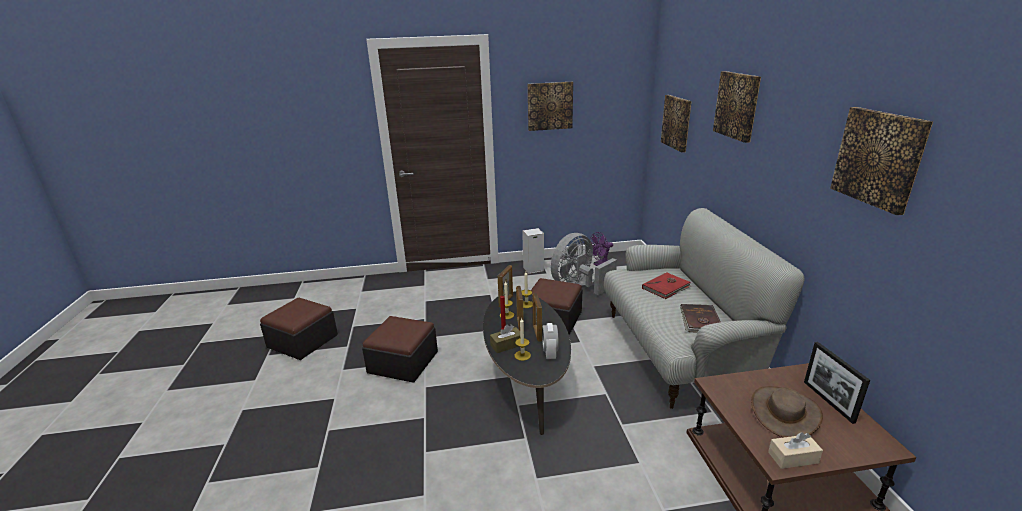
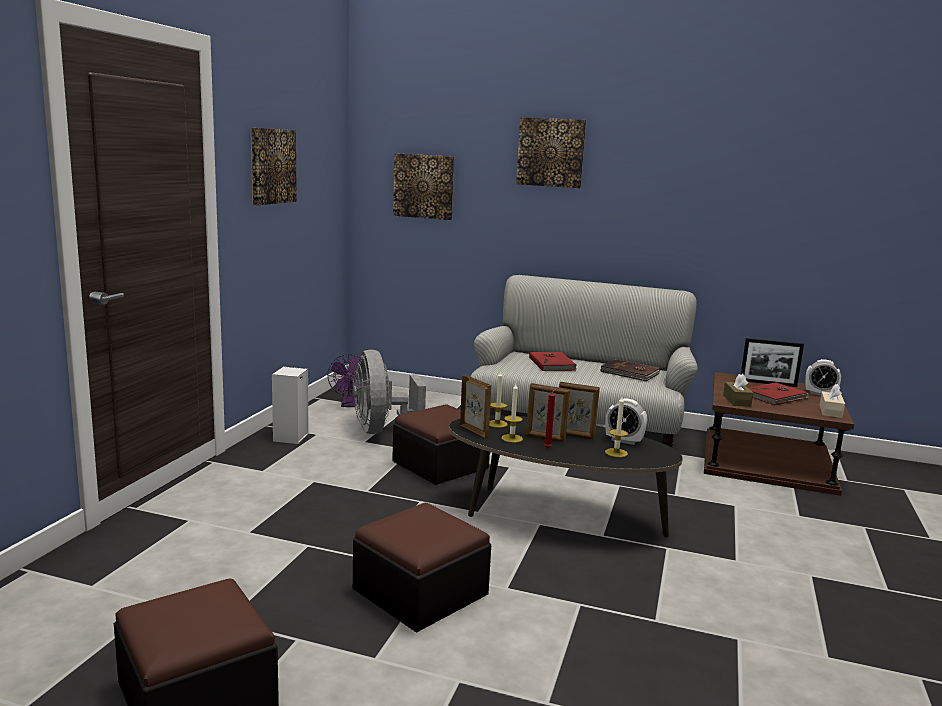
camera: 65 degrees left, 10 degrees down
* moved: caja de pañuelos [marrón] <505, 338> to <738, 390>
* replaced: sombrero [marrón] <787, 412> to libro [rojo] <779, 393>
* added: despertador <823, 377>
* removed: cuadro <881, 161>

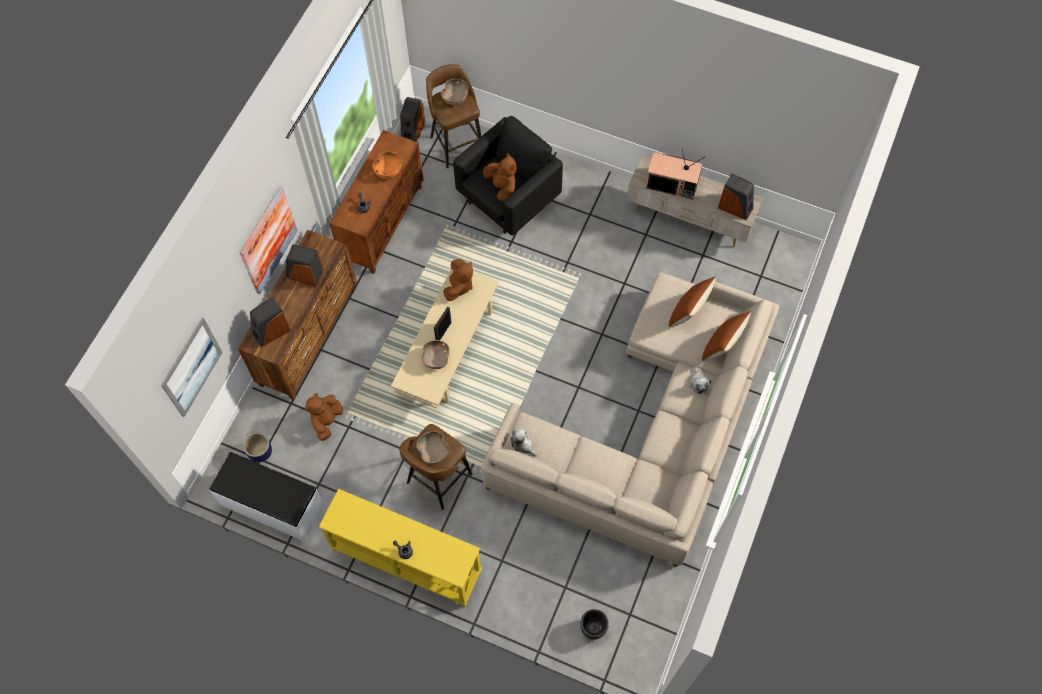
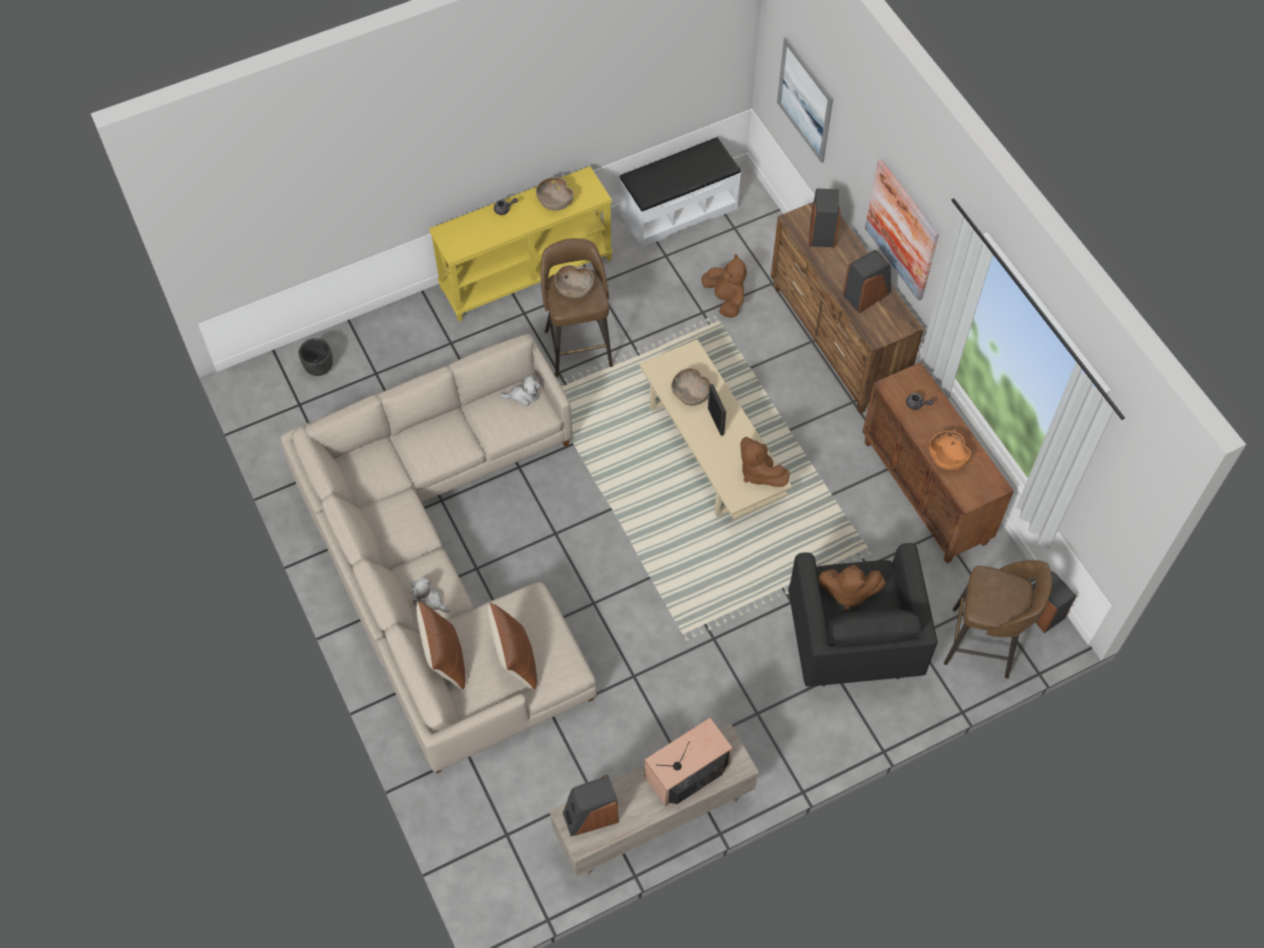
camera: 130 degrees right, 5 degrees down
* moved: cuenco [marrón] <455, 92> to <555, 194>
* removed: maceta <257, 447>

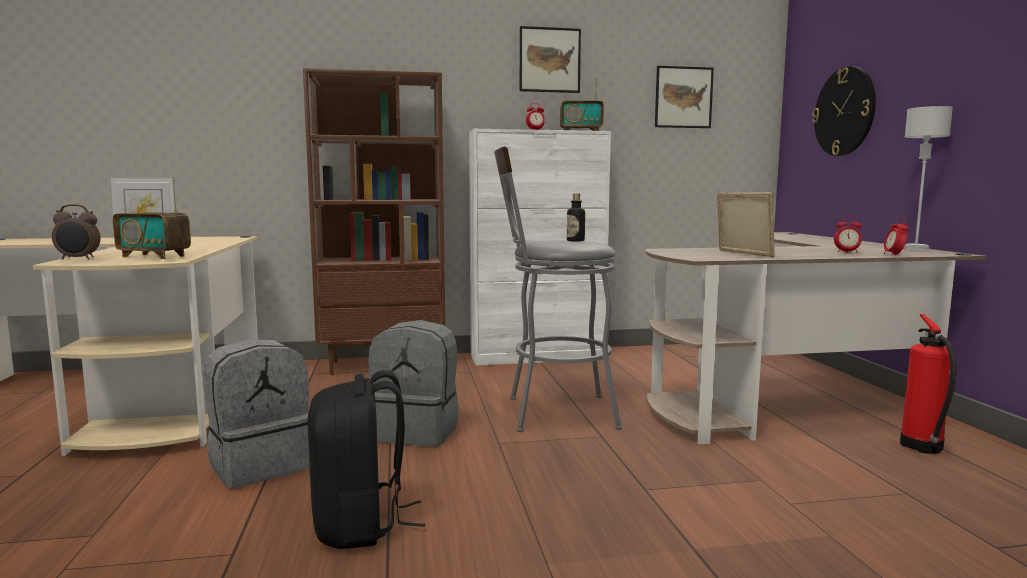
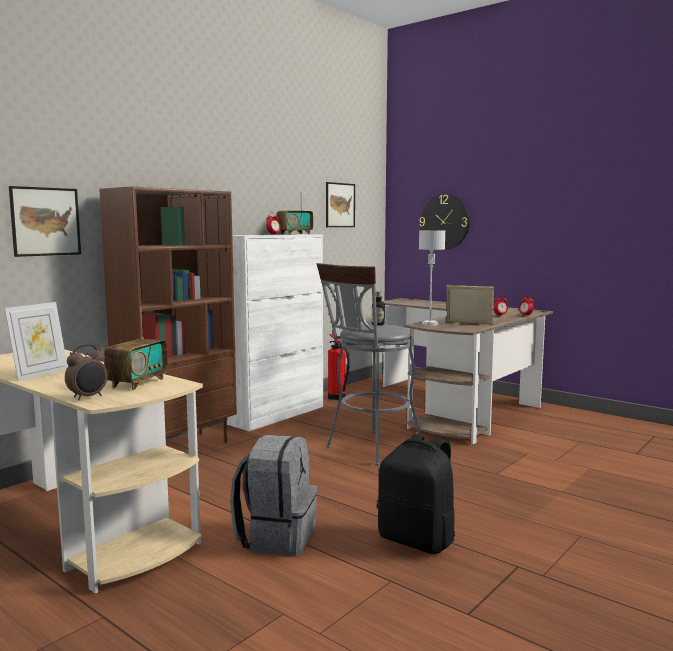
camera: 40 degrees left, 0 degrees up
* moved: cuadro <550, 59> to <45, 221>
* turned: radio <152, 218> = <136, 348> 45 degrees counterclockwise
* moved: extintor <928, 384> to <339, 367>
* moved: lámpara de mesa [gris] <928, 178> to <432, 278>
* removed: mochila [gris] <413, 383>

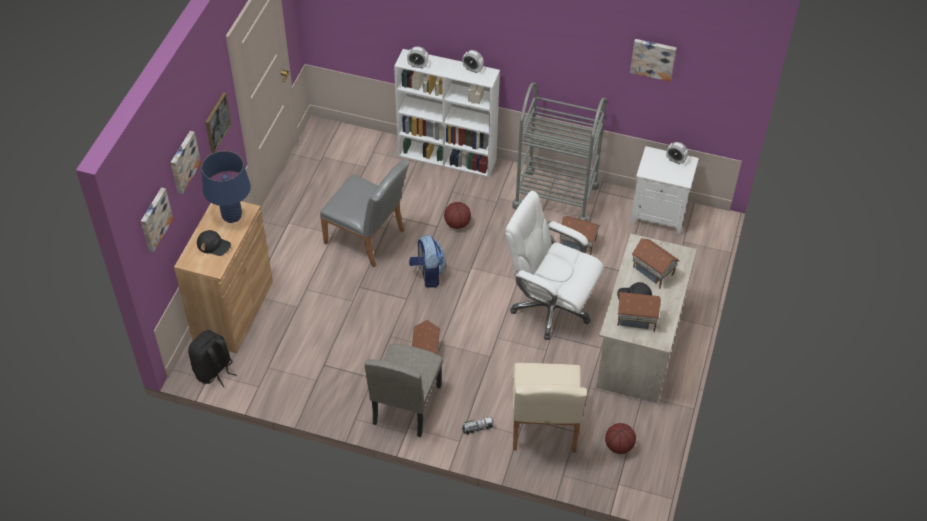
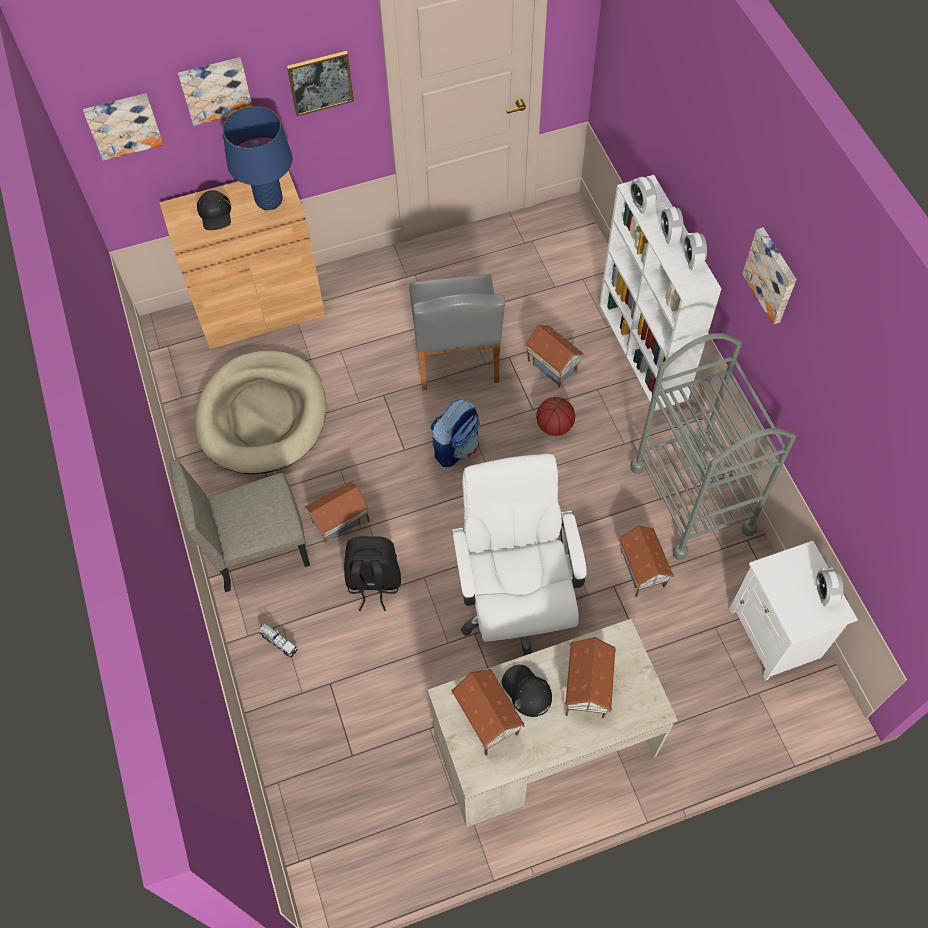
camera: 55 degrees right, 10 degrees up
* added: cama para perro [beis] <260, 412>
* moved: mochila [negro] <212, 358> to <372, 573>
* added: casita <554, 356>
* added: despertador <672, 225>
* moved: cuadro <653, 60> to <769, 276>
* removed: silla [beis] <550, 408>
* removed: balón de baloncesto <620, 438>

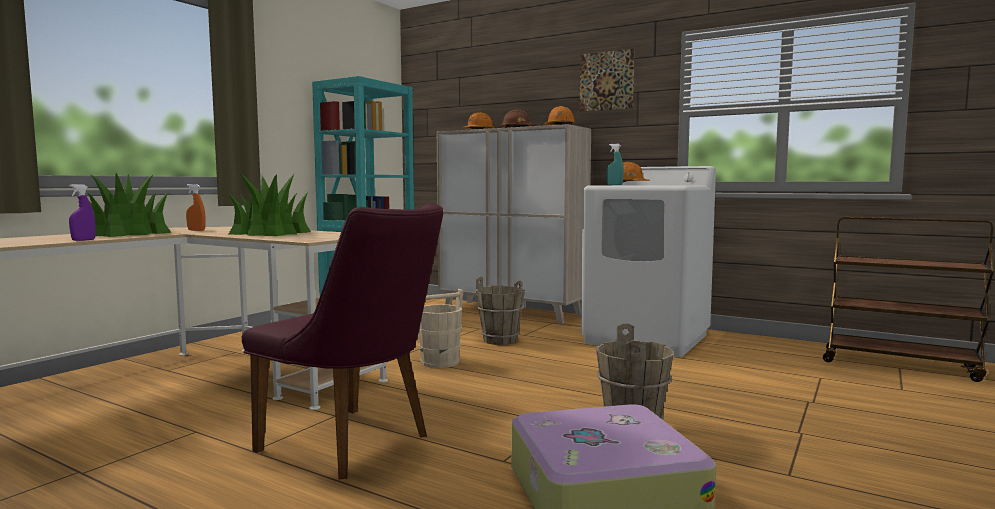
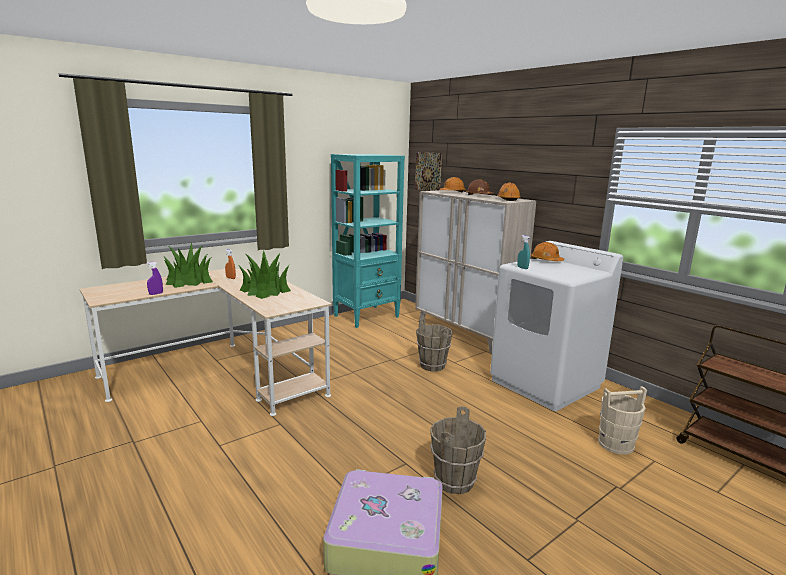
camera: 20 degrees right, 10 degrees up
* moved: cuadro <606, 80> to <428, 171>
* moved: cubo [beis] <441, 328> to <622, 420>
* removed: silla [morado] <342, 341>

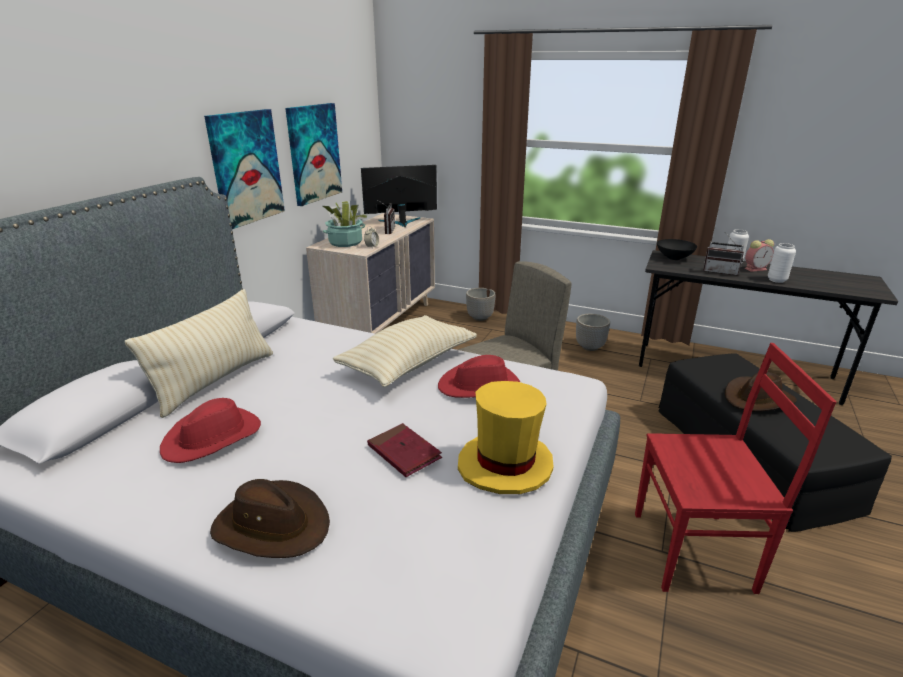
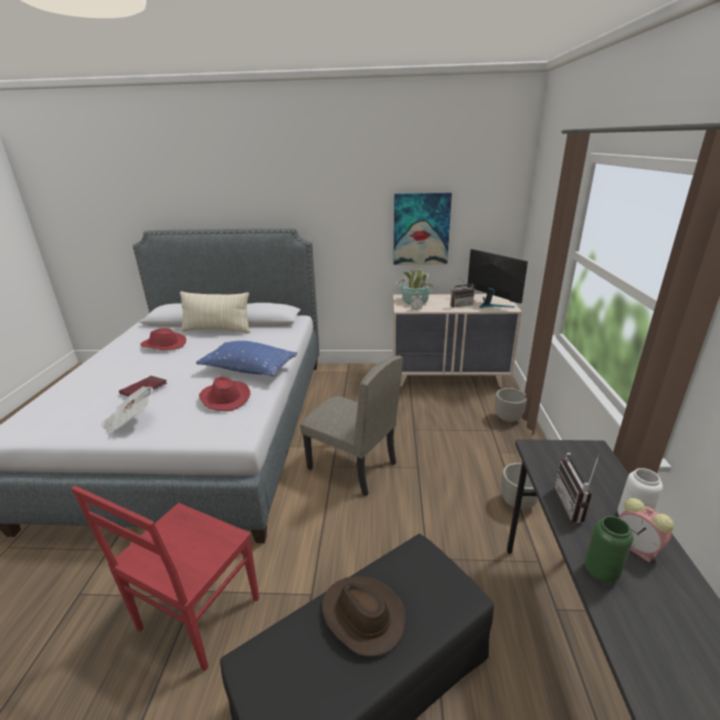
camera: 70 degrees right, 0 degrees up
* turned: silla [rojo] <735, 468> = <165, 578> 45 degrees clockwise
* replaced: sombrero [amarillo] <506, 437> to periódico <127, 410>
* recoloured: cojín [beis] <405, 351> to cojín [azul] <246, 359>
* recoloured: florero [blanco] <782, 263> to florero [verde] <609, 549>
* removed: cuadro <244, 169>
* removed: sombrero [marrón] <270, 518>
* removed: cuenco [negro] <677, 249>

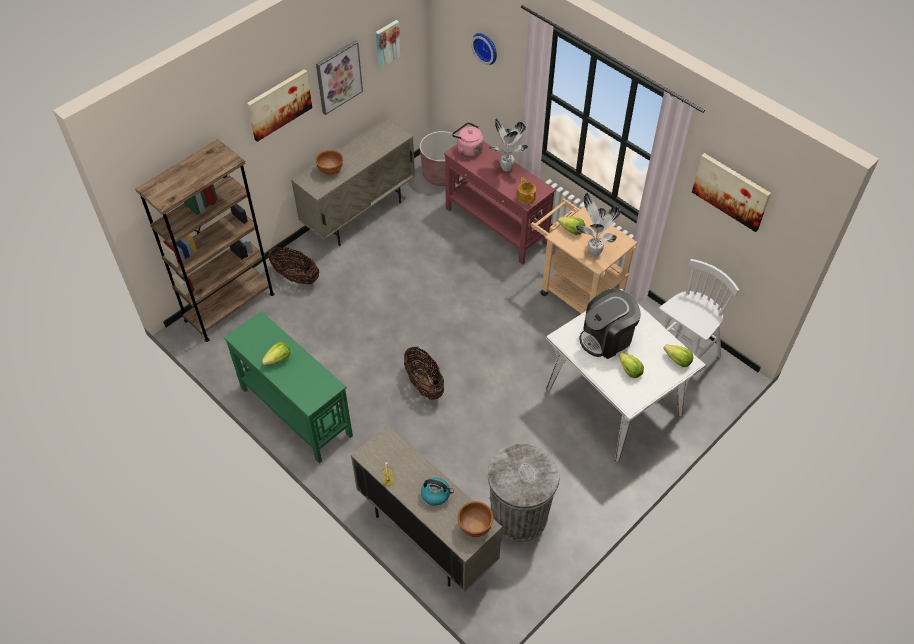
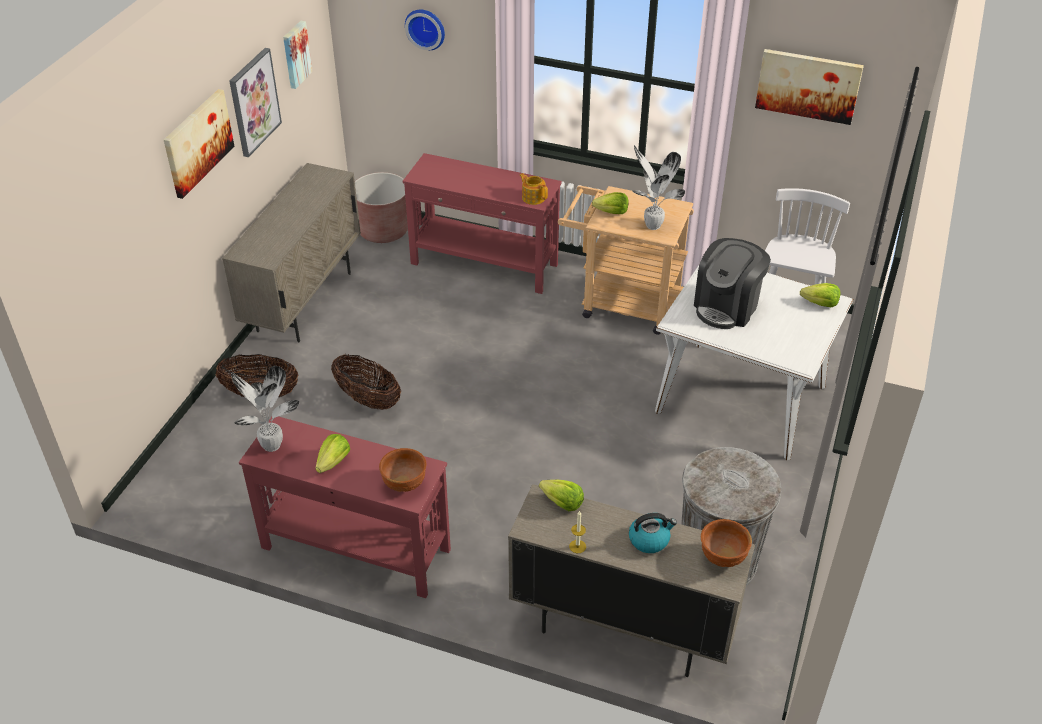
camera: 25 degrees left, 10 degrees down
* moved: planta en maceta <508, 144> to <265, 409>
* recoloured: mesa consola [verde] <288, 387> to mesa consola [rojo] <345, 507>
* moved: cesta <424, 373> to <366, 382>
* moved: cuenco [marrón] <329, 162> to <403, 470>
* moved: lechuga <631, 365> to <561, 495>
* removed: estantería [marrón] <204, 240>
* removed: hervidor [rosa] <467, 139>

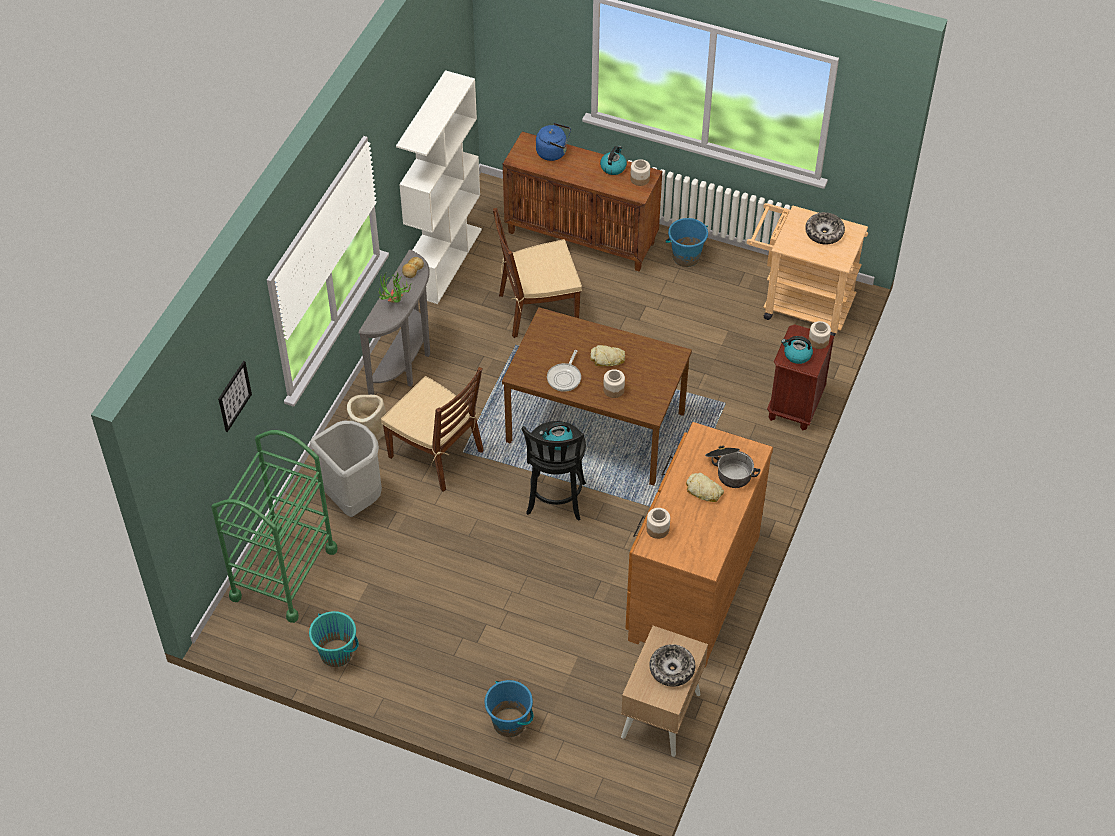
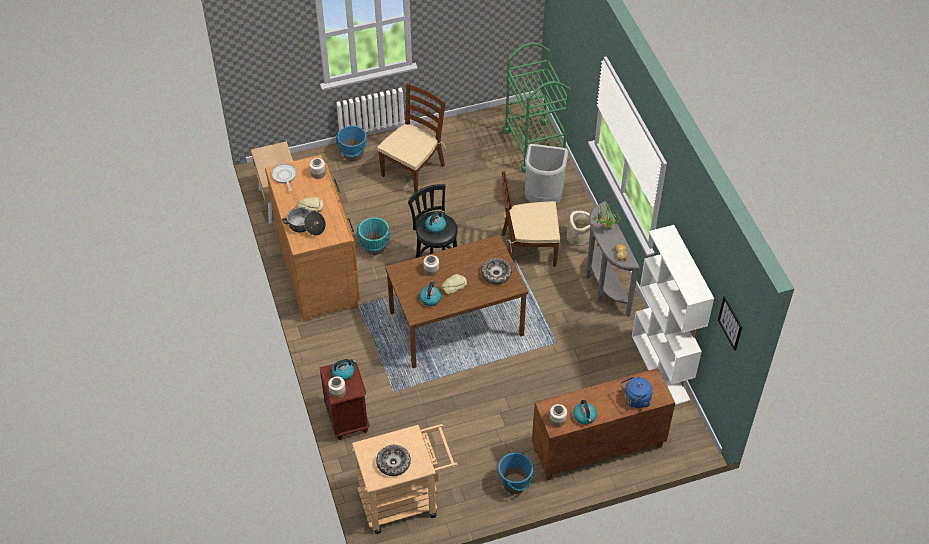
camera: 140 degrees right, 0 degrees up
* moved: sartén <564, 371> to <284, 177>
* moved: cubo [turquesa] <334, 639> to <373, 236>
* moved: silla [marrón] <537, 273> to <411, 138>
* added: hervidor <430, 293>
* moved: cuenco <672, 665> to <496, 271>
* moved: cuadro <235, 396> to <730, 323>

